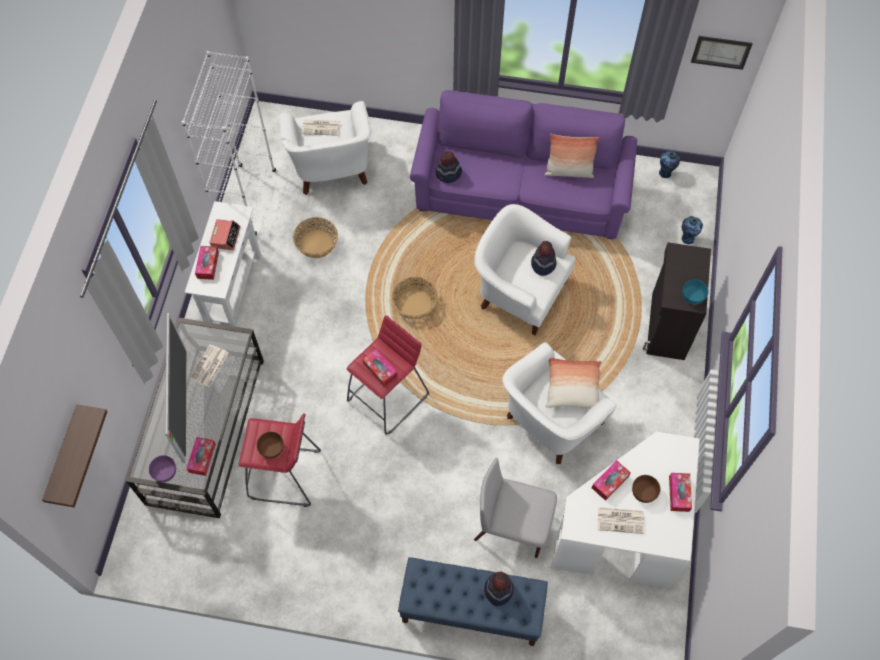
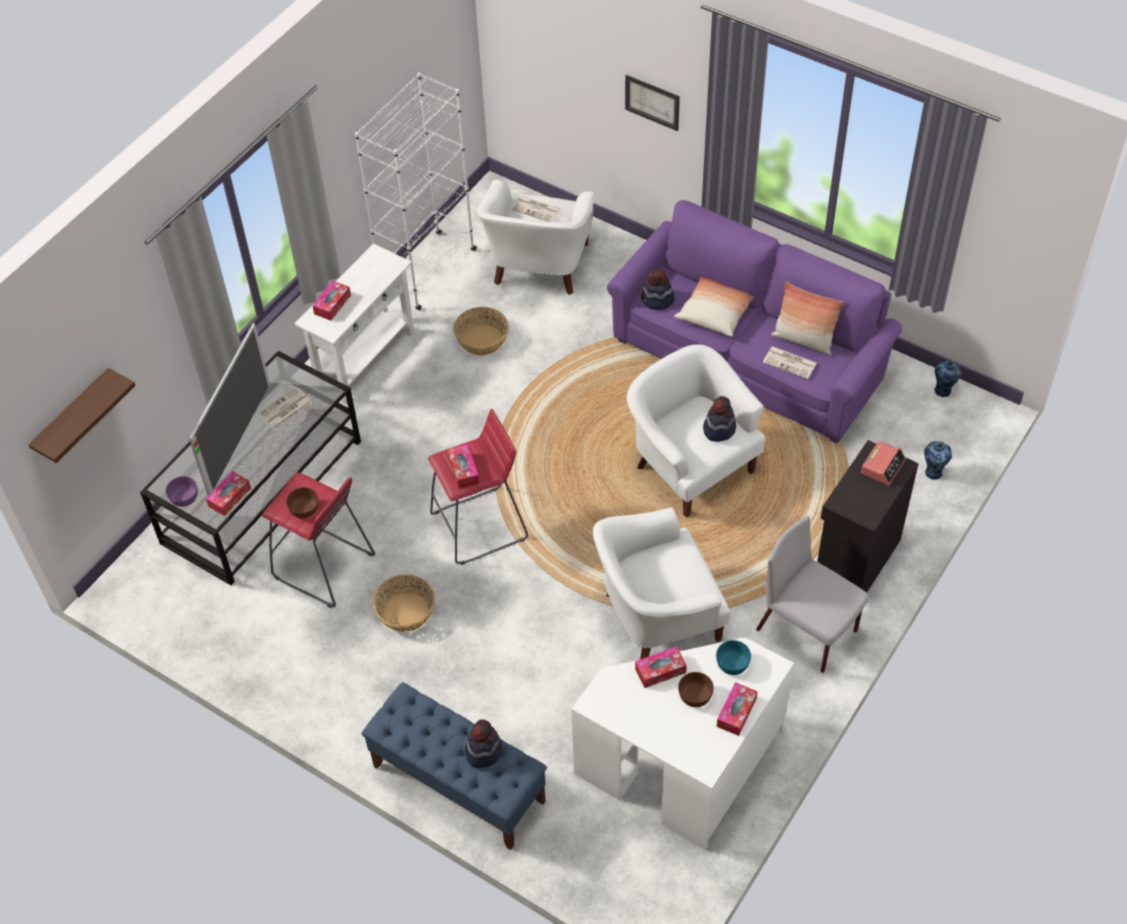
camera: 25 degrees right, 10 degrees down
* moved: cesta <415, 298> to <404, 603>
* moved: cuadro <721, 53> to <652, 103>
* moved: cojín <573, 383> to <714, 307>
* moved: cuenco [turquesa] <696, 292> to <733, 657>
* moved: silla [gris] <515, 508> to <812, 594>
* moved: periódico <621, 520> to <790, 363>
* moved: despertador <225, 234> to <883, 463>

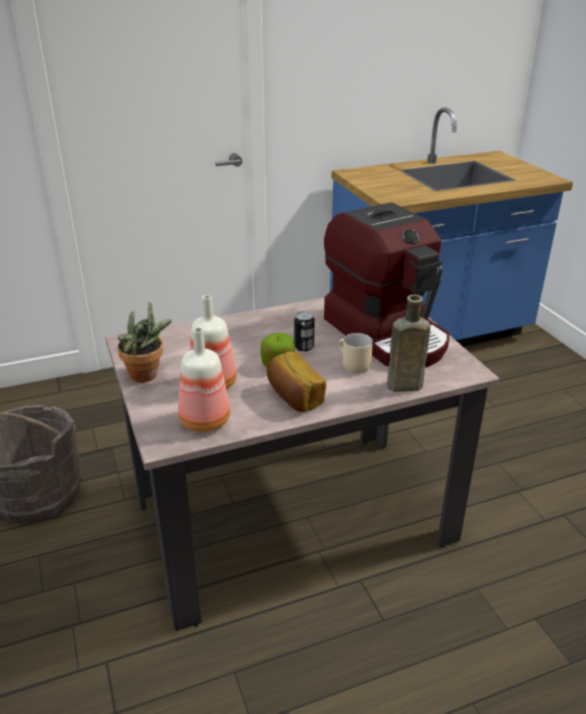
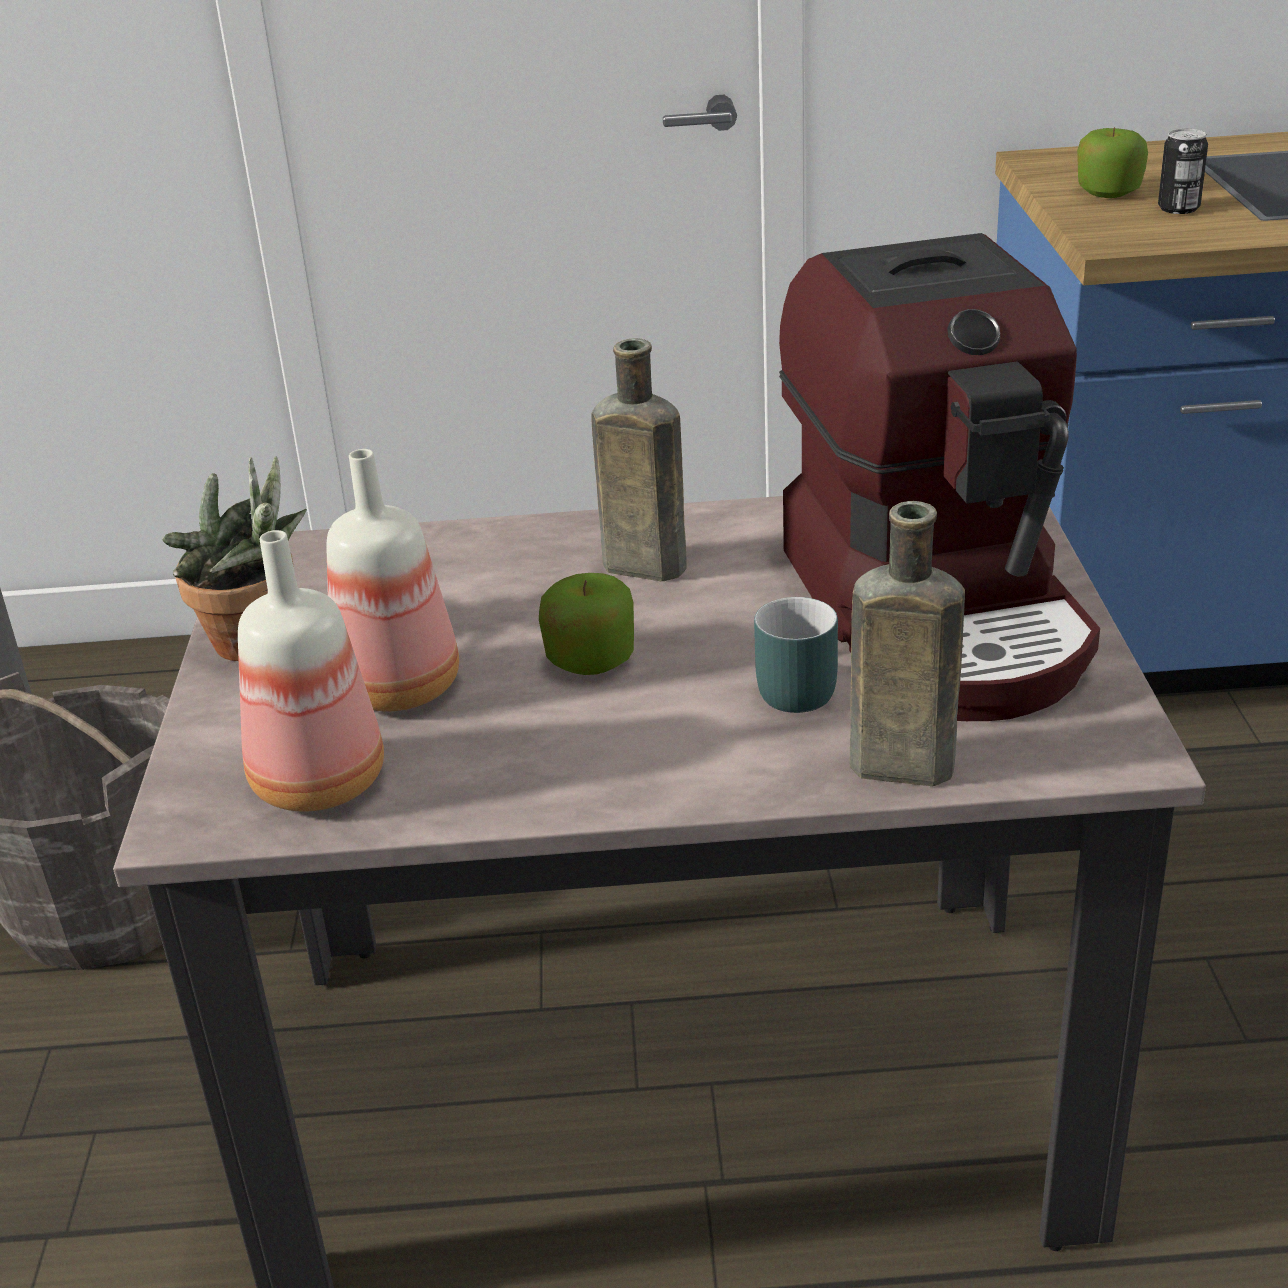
camera: 20 degrees right, 0 degrees up
* added: botella [marrón] <639, 459>
* recoloured: taza grande [beis] <356, 353> to taza grande [turquesa] <796, 655>
* added: manzana <1112, 162>
* moved: lata <304, 331> to <1183, 171>
* removed: pan <296, 382>

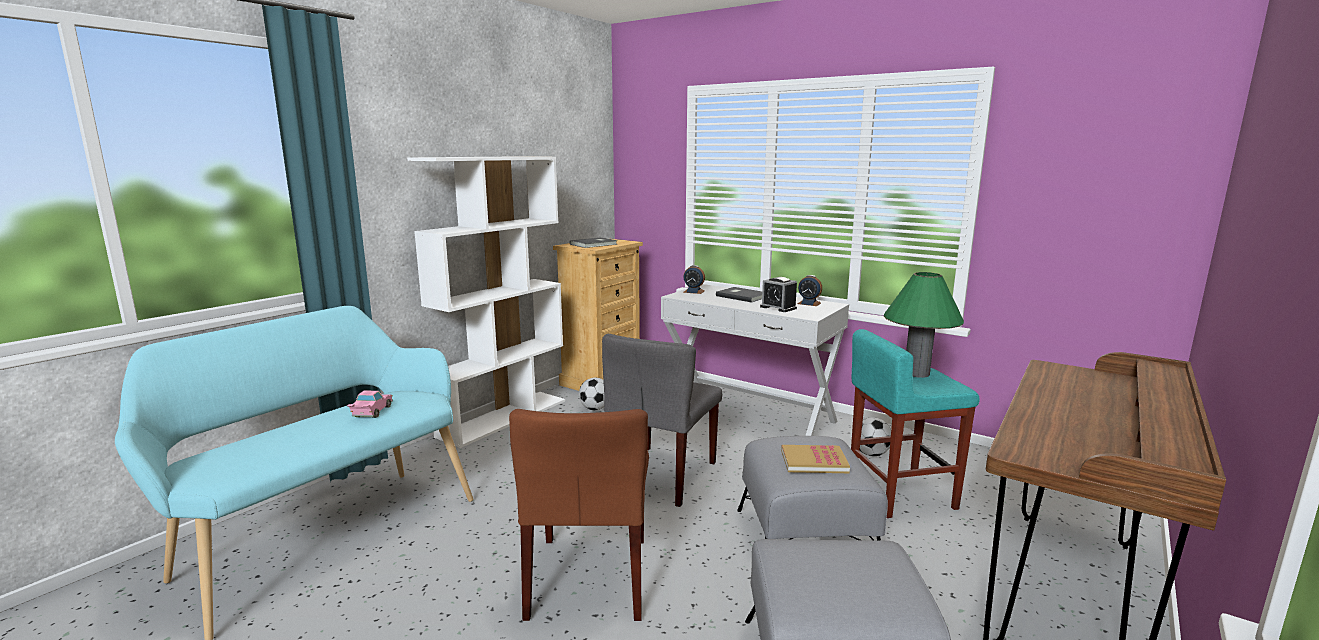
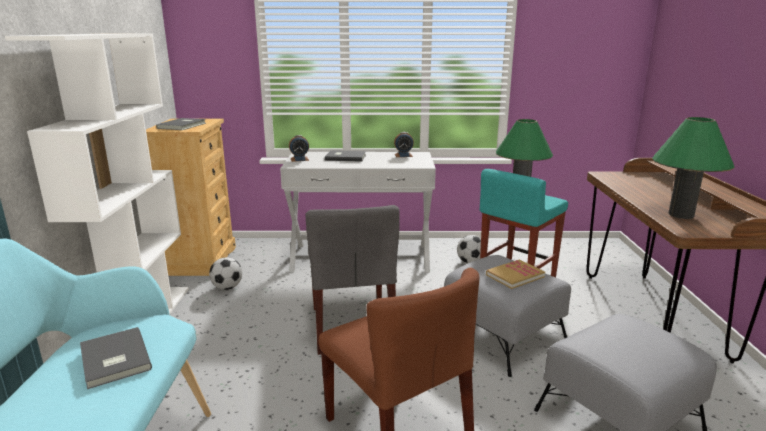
camera: 35 degrees left, 5 degrees up
* replaced: coche de juguete [rosa] <370, 404> to libro [gris] <116, 358>
* added: lámpara de mesa [verde] <693, 168>
* removed: despertador <778, 294>

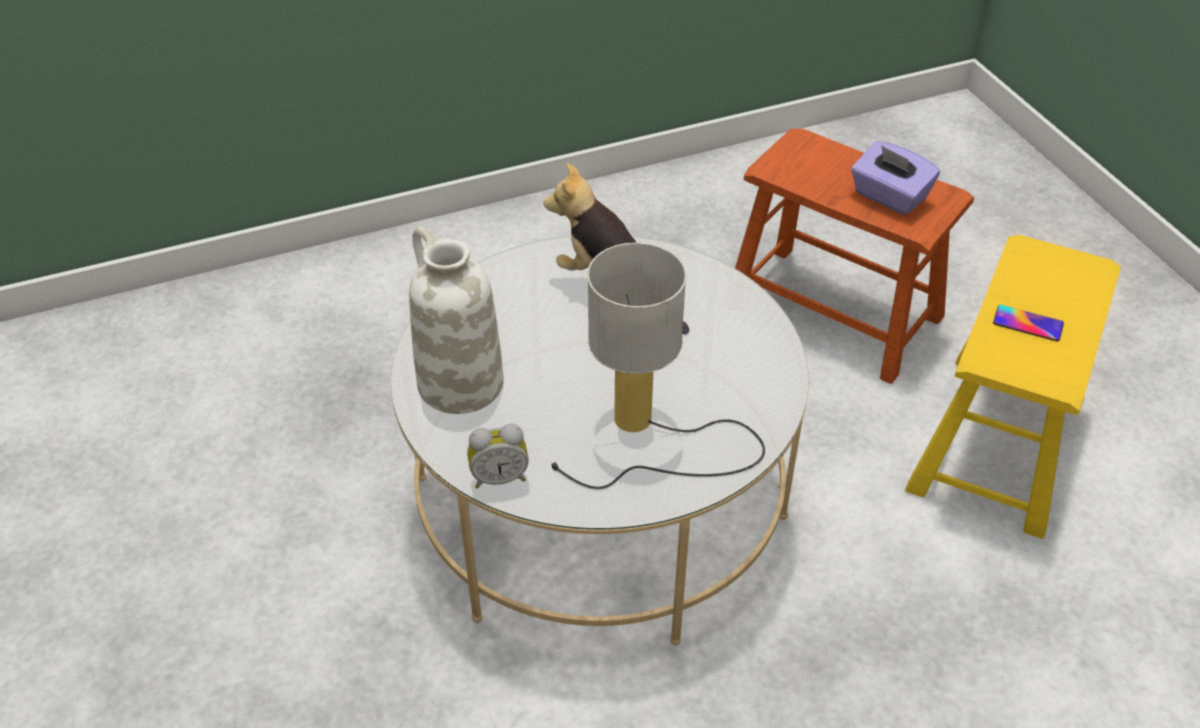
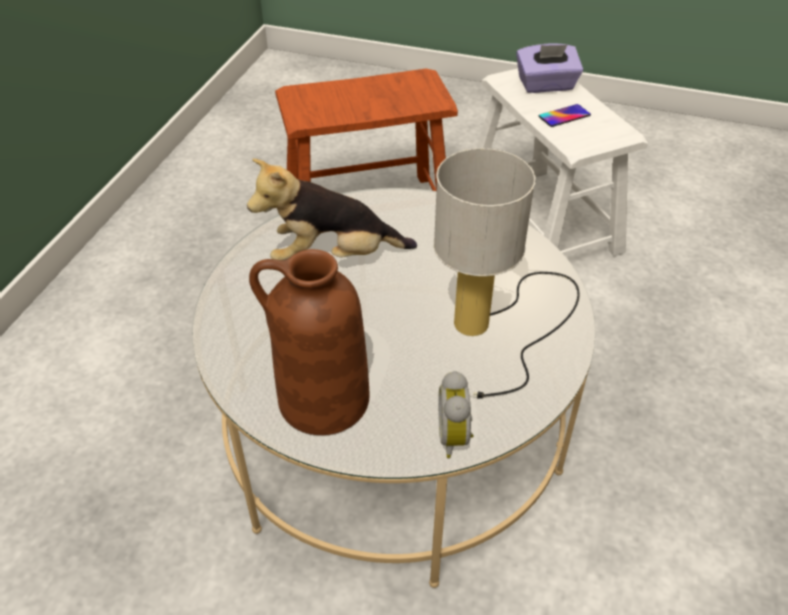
camera: 50 degrees left, 0 degrees up
* recoloured: florero [blanco] <456, 320> to florero [marrón] <309, 342>
* turned: despertador <498, 456> = <456, 414> 150 degrees clockwise
* recoloured: taburete [amarillo] <1013, 387> to taburete [blanco] <562, 162>
* moved: caja de pañuelos [morado] <895, 178> to <549, 68>

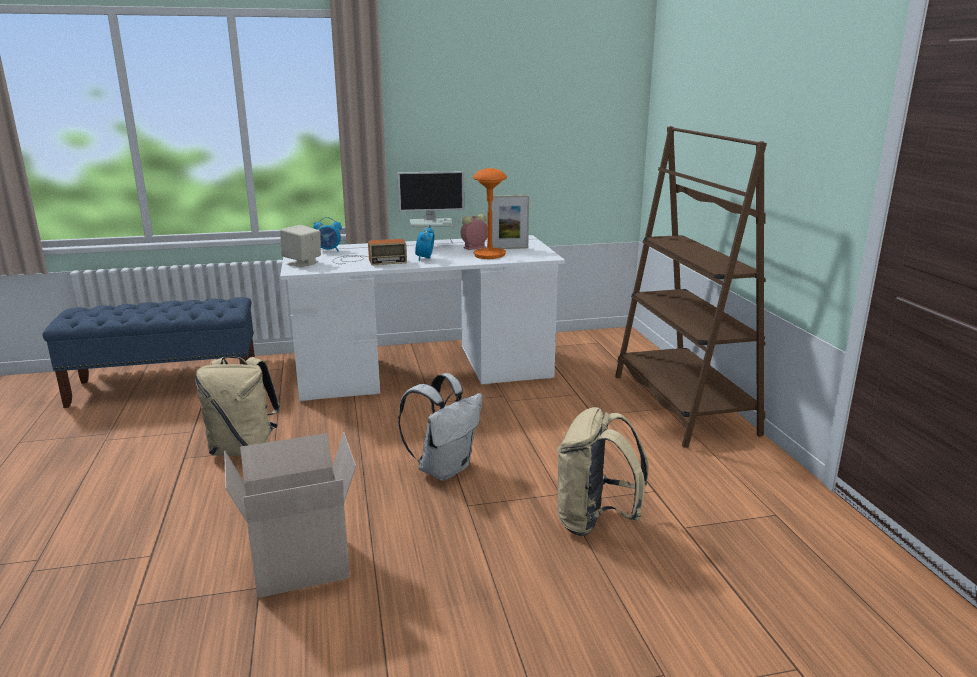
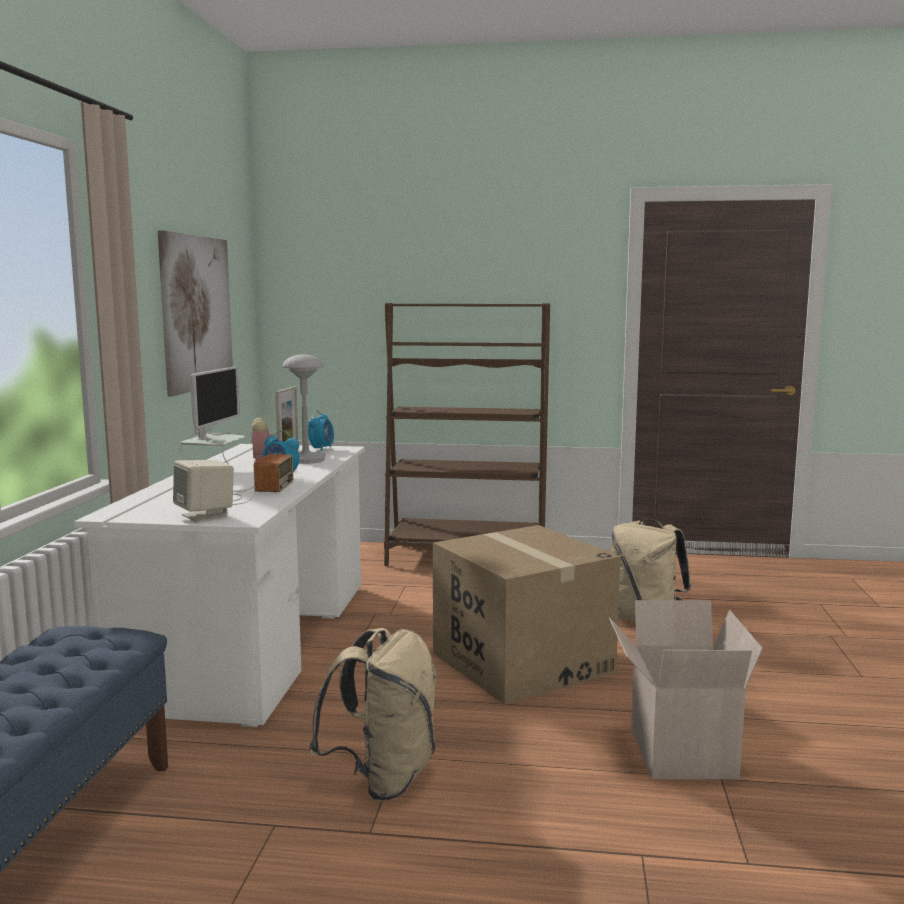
camera: 70 degrees left, 10 degrees down
* added: cuadro <195, 313>
* recoloured: lámpara de mesa [naranja] <490, 213> to lámpara de mesa [gris] <304, 409>
* moved: despertador <327, 234> to <321, 431>
* replaced: mochila [blanco] <440, 427> to caja de cartón <527, 615>

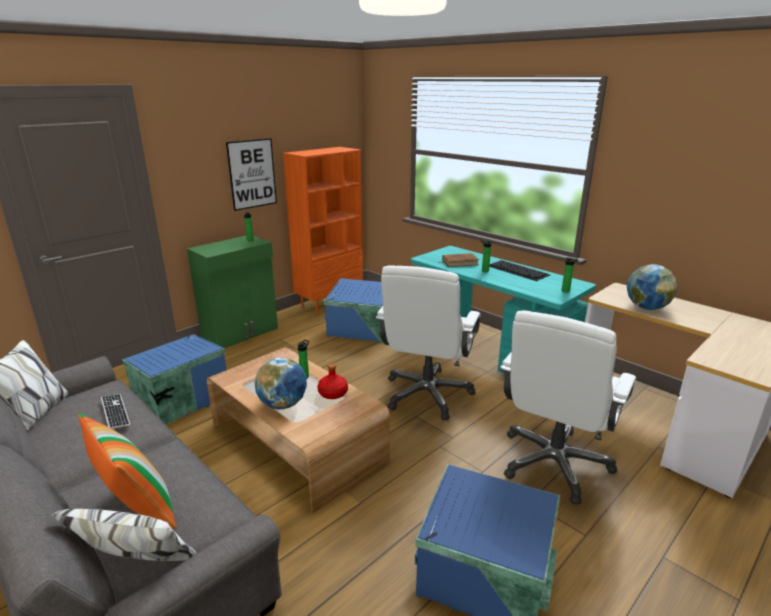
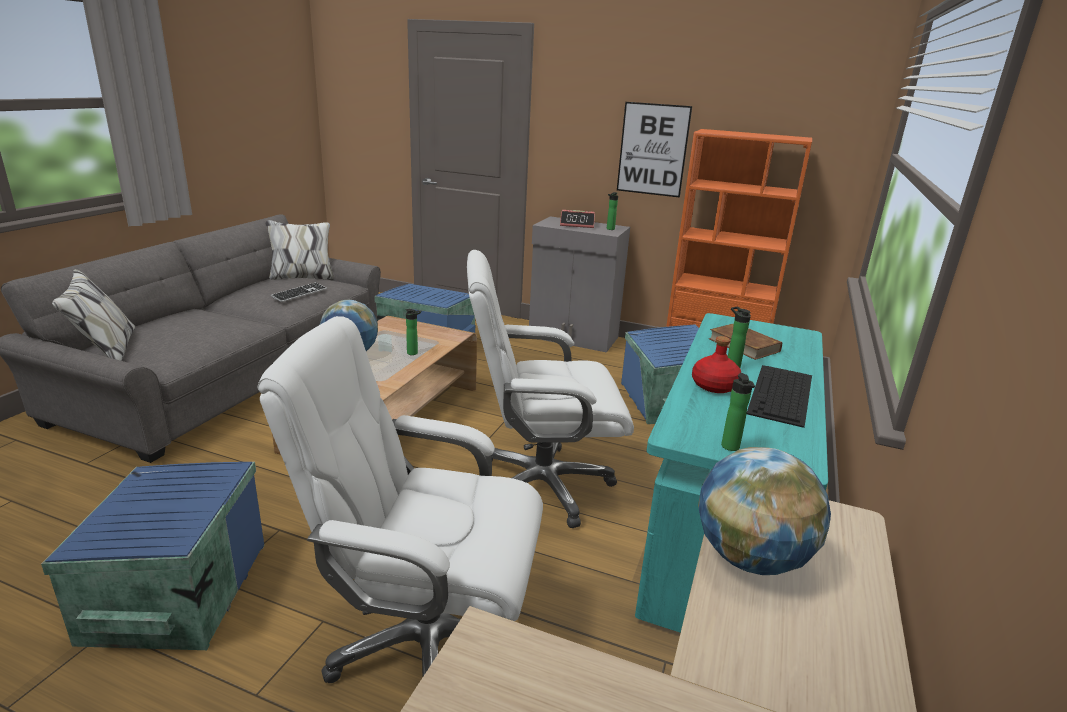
camera: 65 degrees right, 0 degrees up
* recoloured: armario [verde] <232, 292> to armario [gris] <579, 284>
* added: despertador <577, 219>
* moved: botella [rojo] <332, 381> to <716, 364>
* removed: cojín <127, 471>

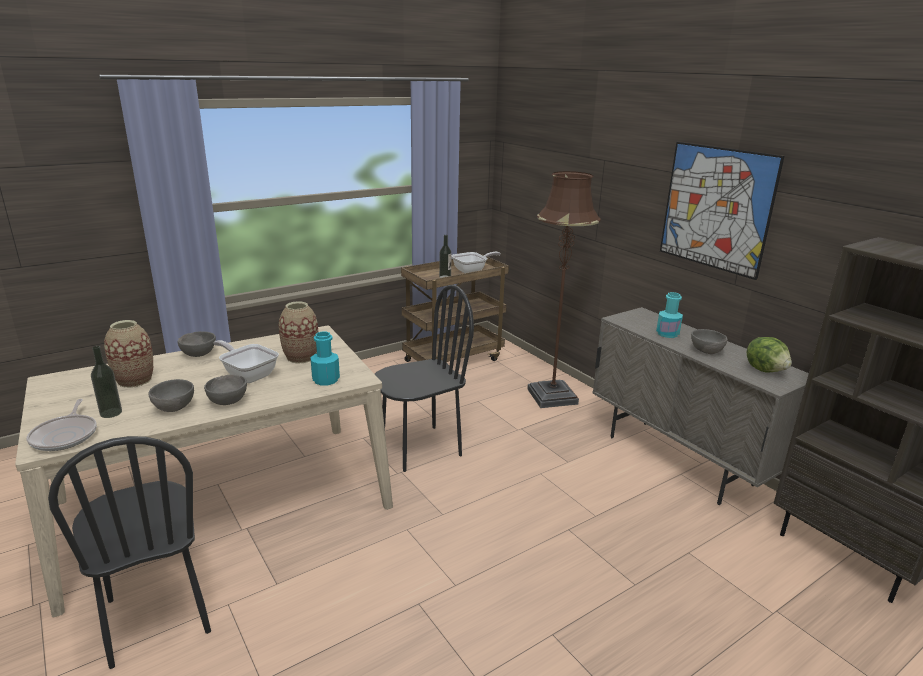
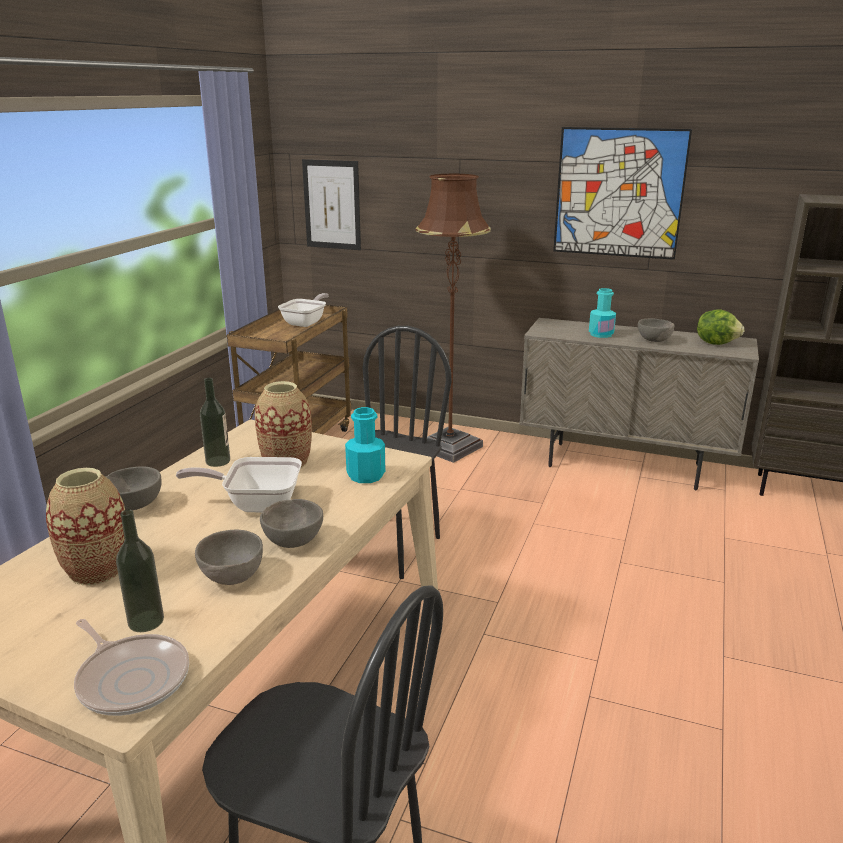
camera: 35 degrees left, 0 degrees up
* moved: botella <445, 256> to <215, 422>
* added: cuadro <331, 204>

